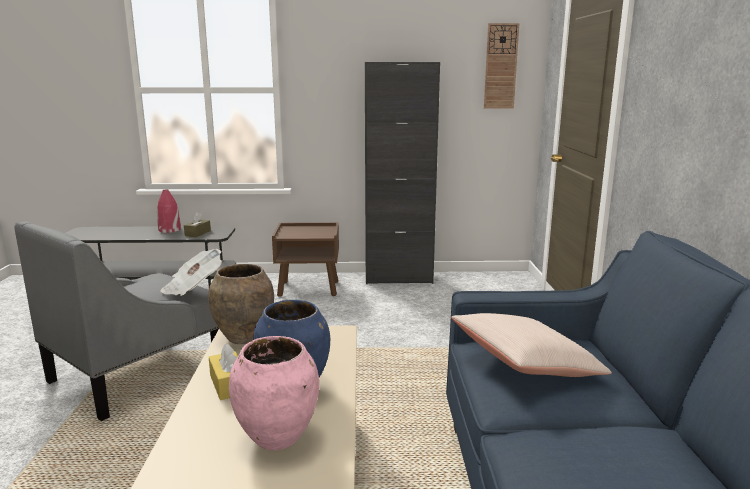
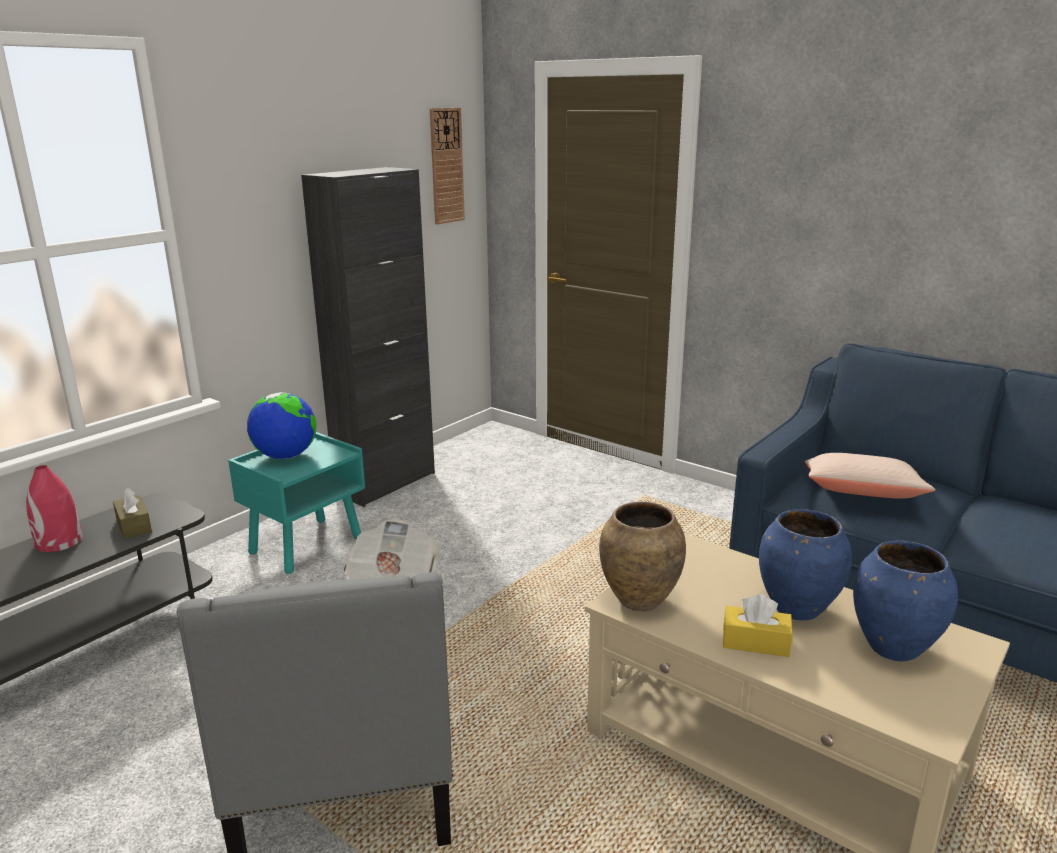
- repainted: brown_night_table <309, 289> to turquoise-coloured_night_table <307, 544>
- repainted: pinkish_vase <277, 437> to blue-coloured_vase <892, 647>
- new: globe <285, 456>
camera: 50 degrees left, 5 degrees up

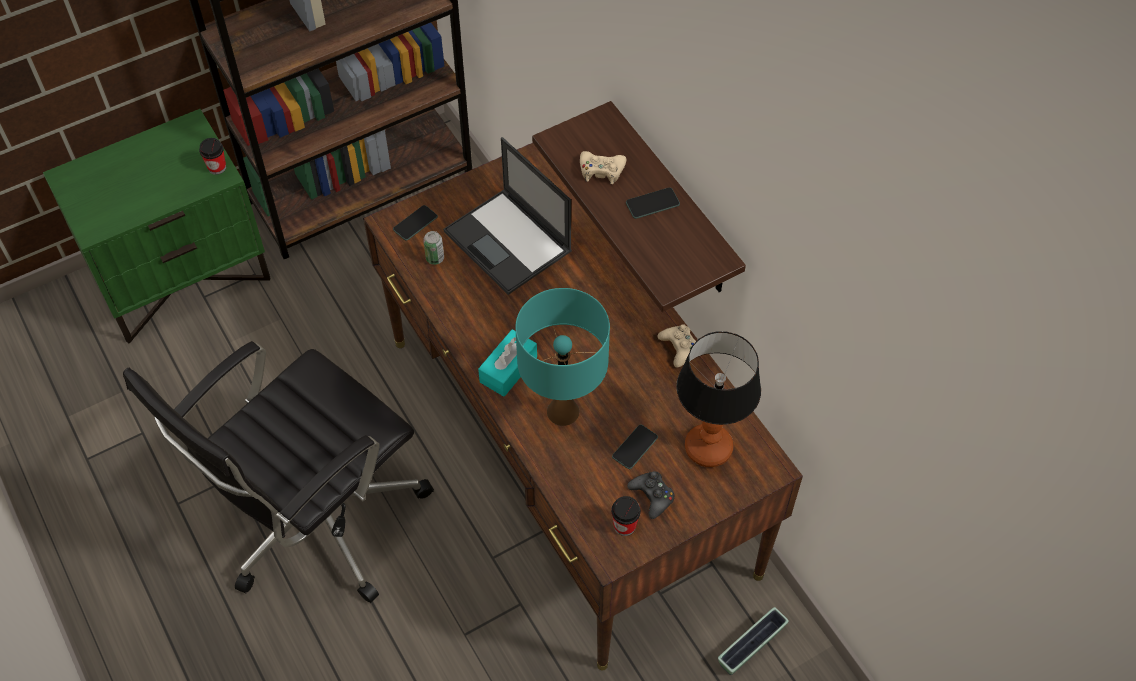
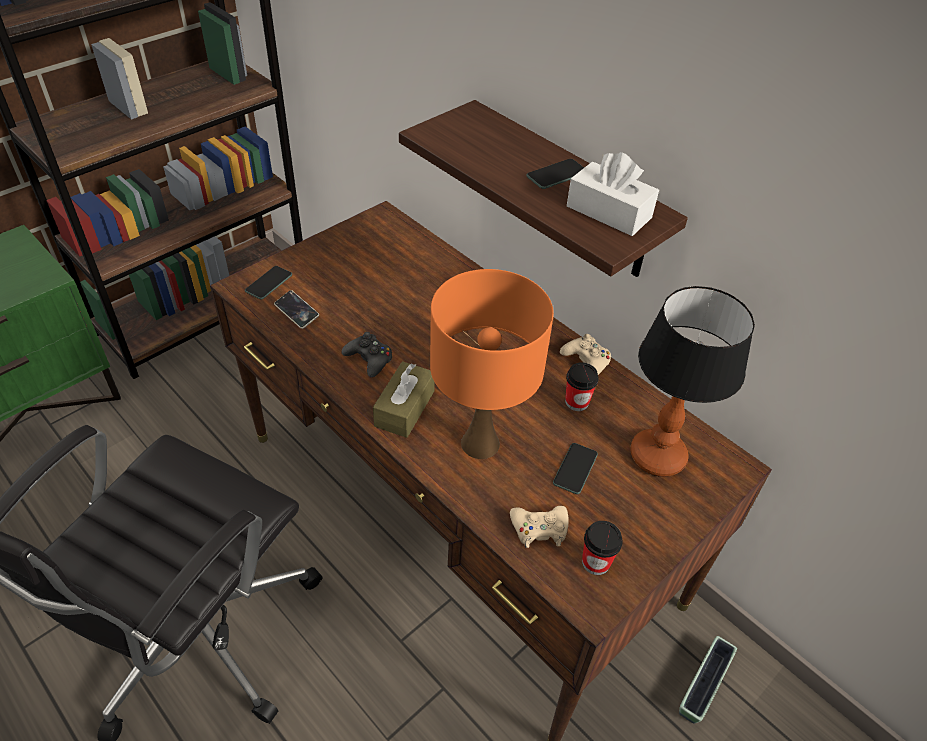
- gone: notebook_computer <509, 242>
- shifted: cup <217, 167> to <577, 402>
- shifted: beige-coloured_game_controller <601, 171> to <539, 529>
- swapped: sealed_can <435, 258> to telephone <296, 312>
- repainted: turquoise-coloured_tabletop_lamp <563, 411> to orangey_tabletop_lamp <480, 443>
- repainted: turquoise-coloured_tissue_holder <508, 369> to brown_tissue_holder <404, 408>
- shifted: black-coloured_game_controller <652, 496> to <369, 359>
- new: white-coloured_tissue_holder <608, 212>
camera: 15 degrees left, 10 degrees down

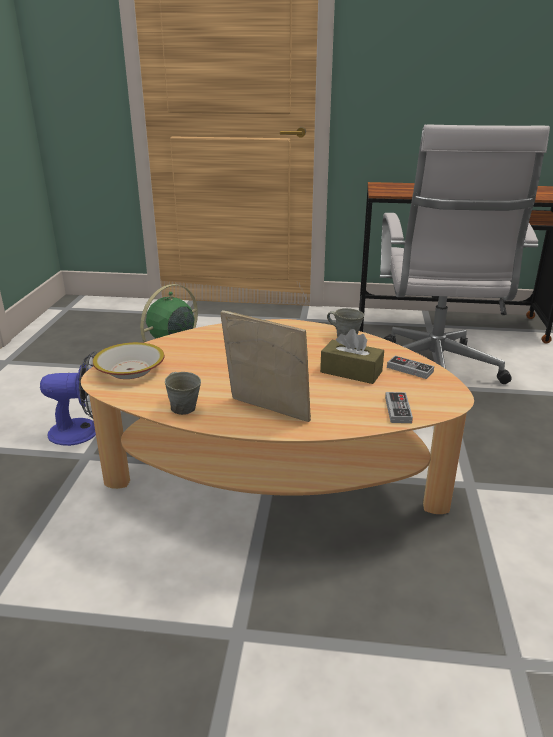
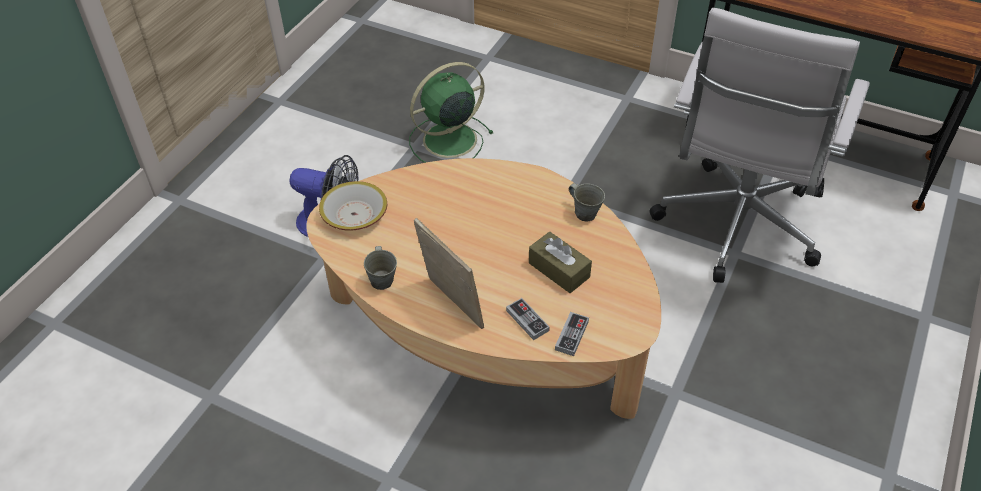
- shifted: game_controller <410, 369> to <527, 320>
camera: 20 degrees right, 20 degrees up

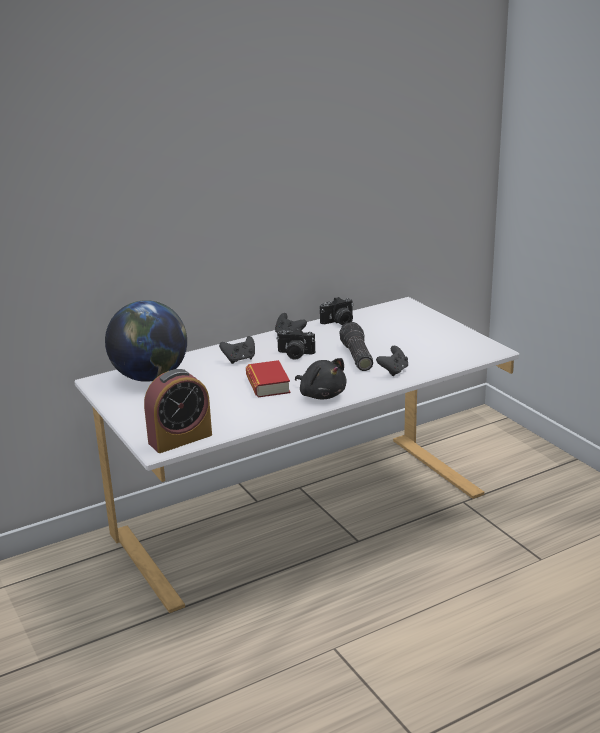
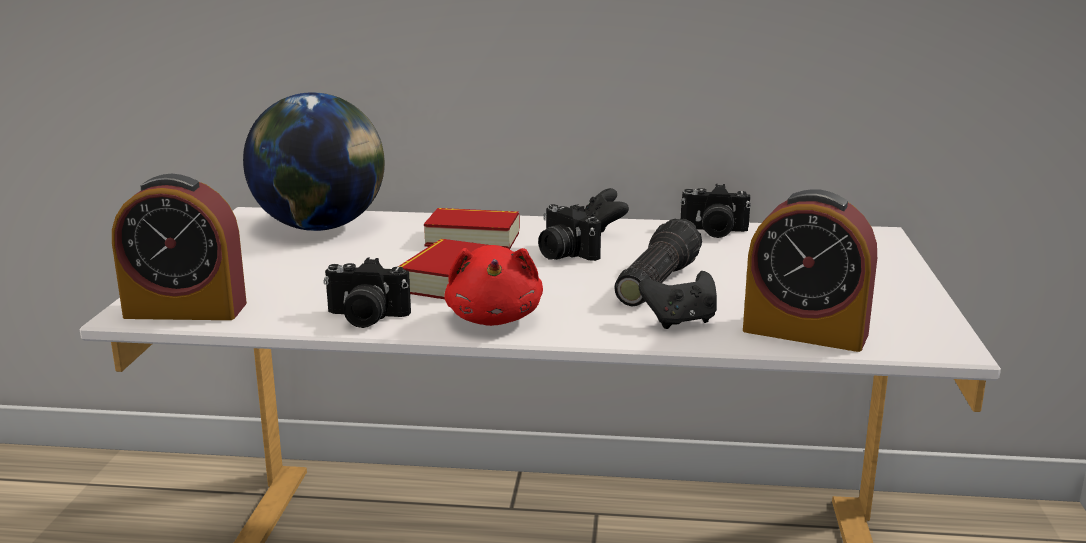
- swapped: black-coloured_game_controller <239, 359> to volume <473, 239>
- repainted: black-coloured_cuddly_toy <321, 395> to reddish_cuddly_toy <494, 318>
- new: table_clock <805, 332>
- new: still_camera <365, 318>
camera: 35 degrees right, 5 degrees down

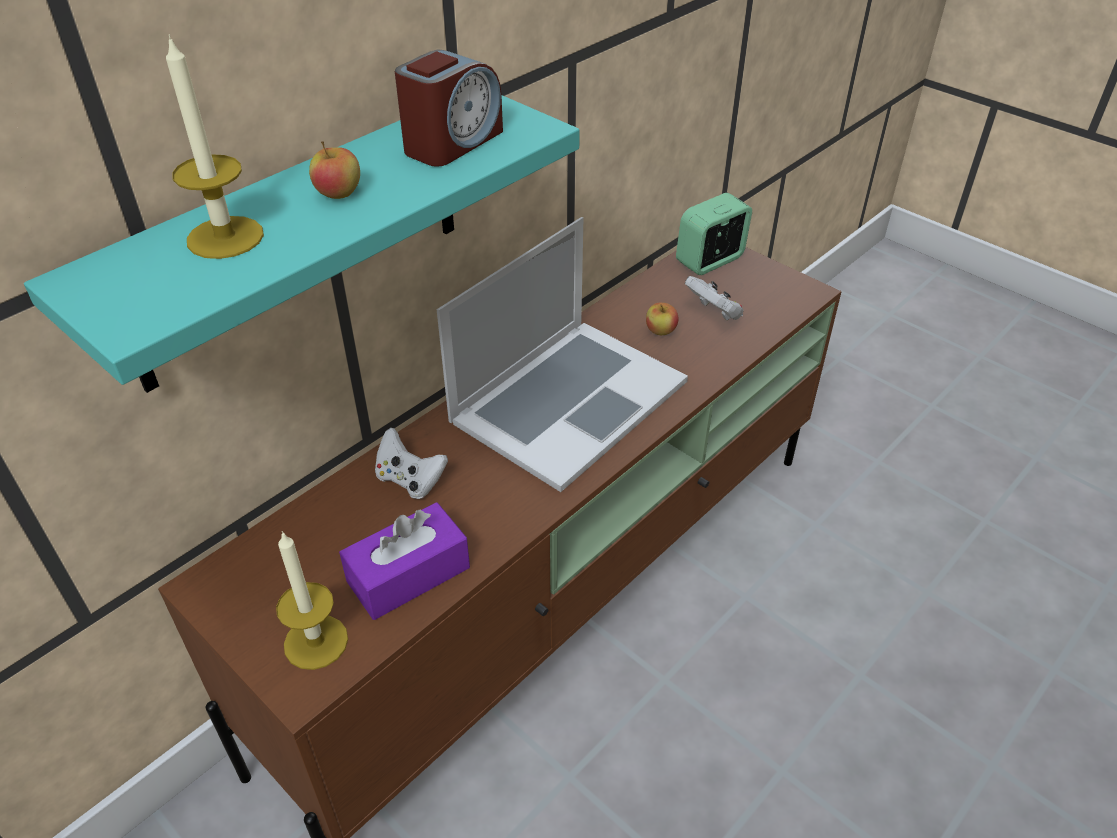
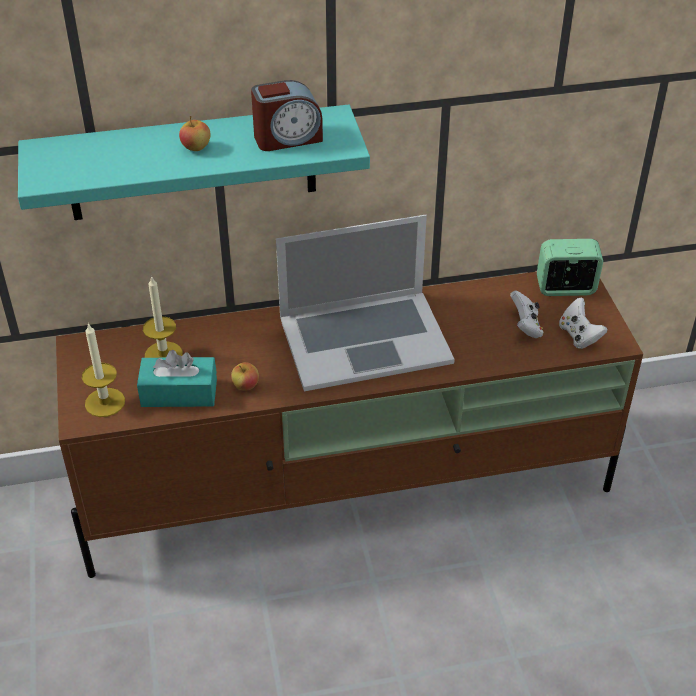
- shifted: wax_candle <225, 237> to <163, 355>
- shifted: apple <660, 331> to <245, 386>
- shifted: white-coloured_game_controller <410, 480> to <579, 336>
- repainted: purplish_tissue_holder <408, 574> to turquoise-coloured_tissue_holder <179, 393>
camera: 35 degrees right, 0 degrees up

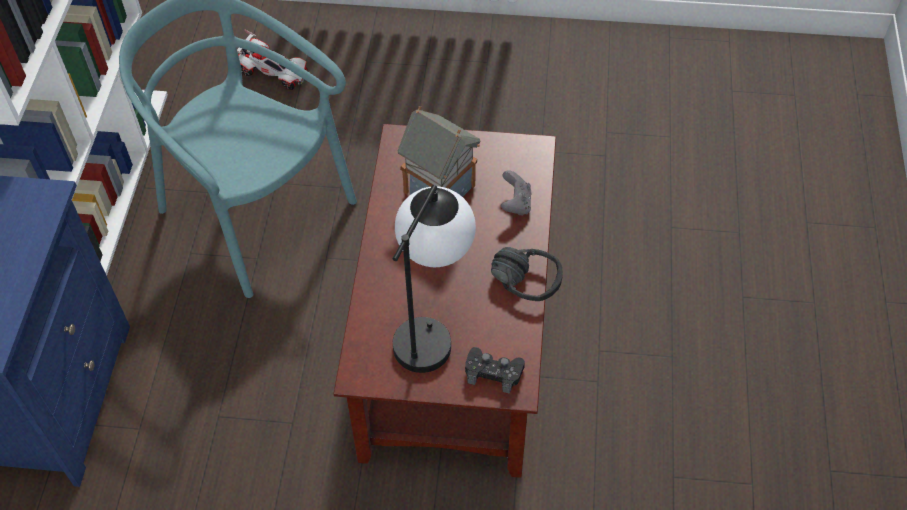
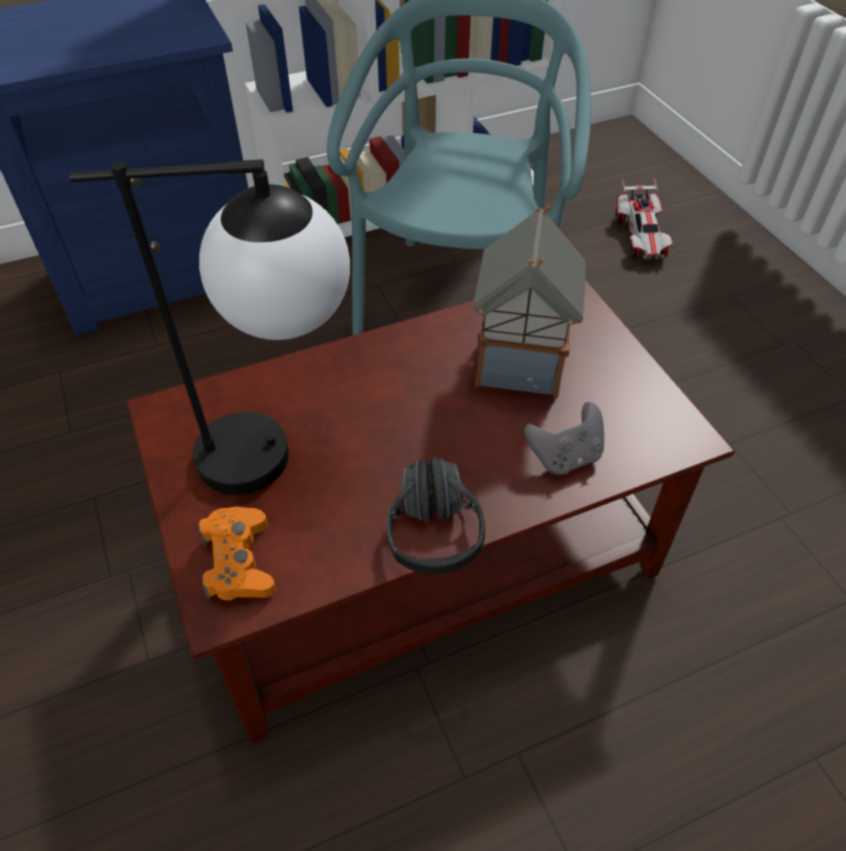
- repainted: black-coloured_game_controller <493, 372> to orangey_game_controller <239, 562>
camera: 60 degrees right, 5 degrees down

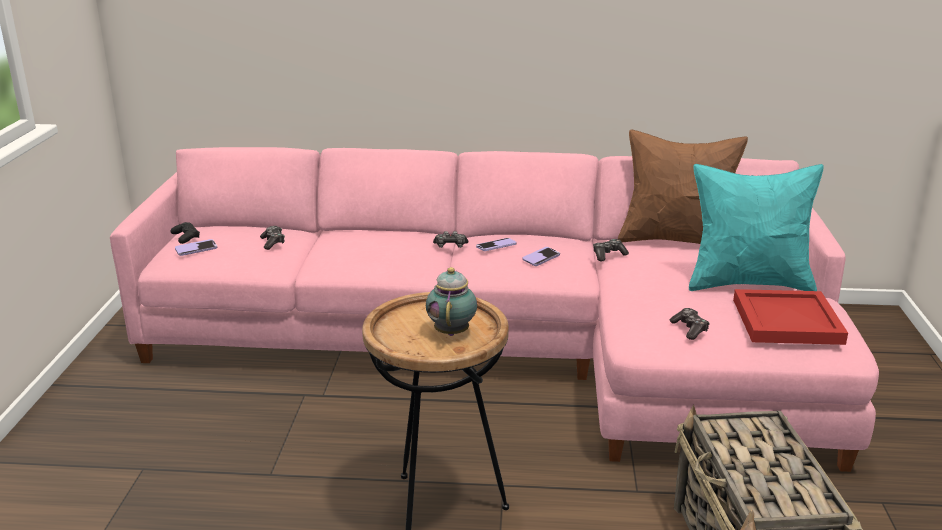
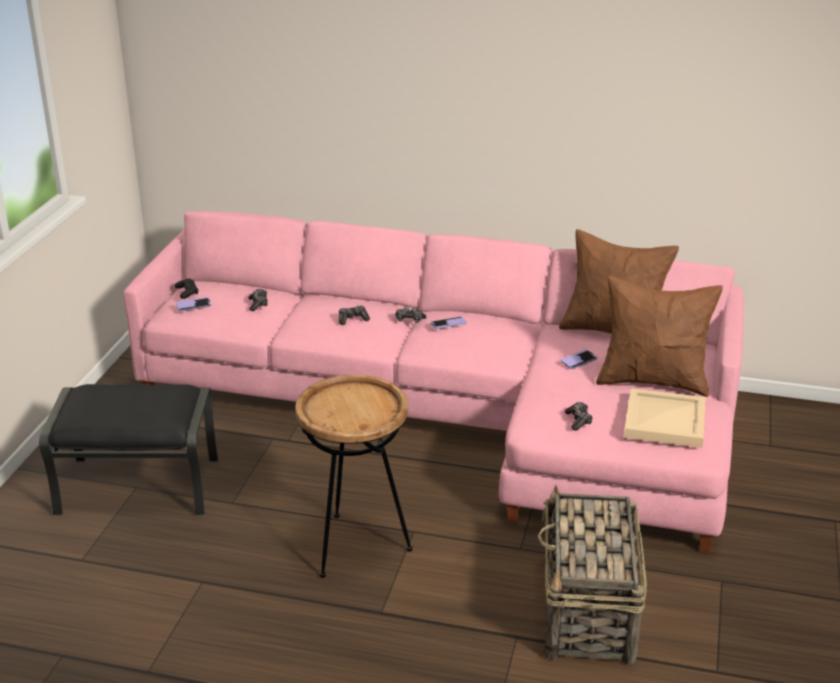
- repainted: turquoise-coloured_throw_pillow <747, 283> to brown_throw_pillow <653, 381>
- shifted: game_controller <608, 255> to <352, 319>
- shifted: telephone <541, 258> to <579, 360>
- gone: tea_pot <452, 331>
- repainted: reddish_tray <788, 320> to beige-coloured_tray <666, 421>
- new: black-coloured_ottoman <136, 487>
camera: 10 degrees right, 5 degrees up

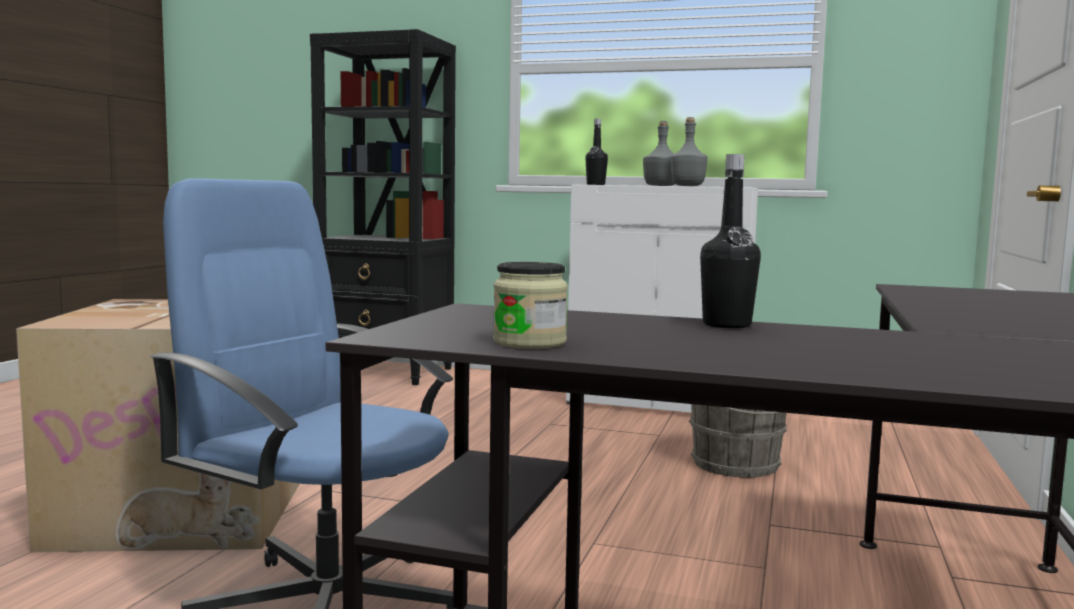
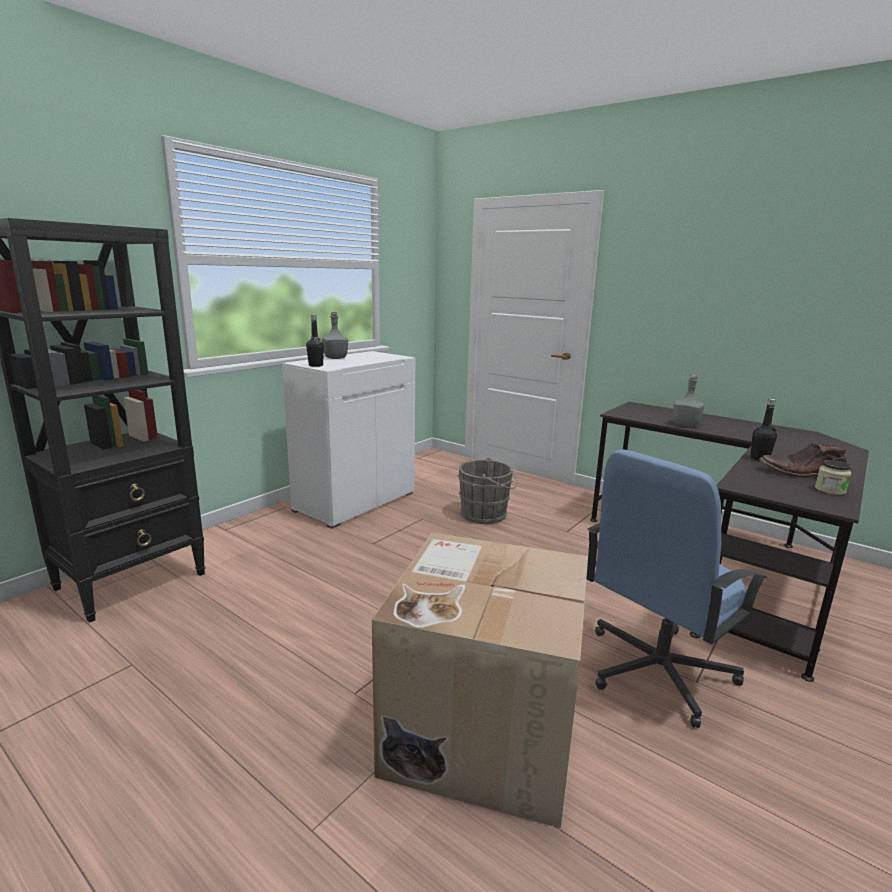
- shifted: gray_drink_bottle <687, 186> to <685, 425>
- new: brown_boot <801, 473>
camera: 70 degrees left, 10 degrees up

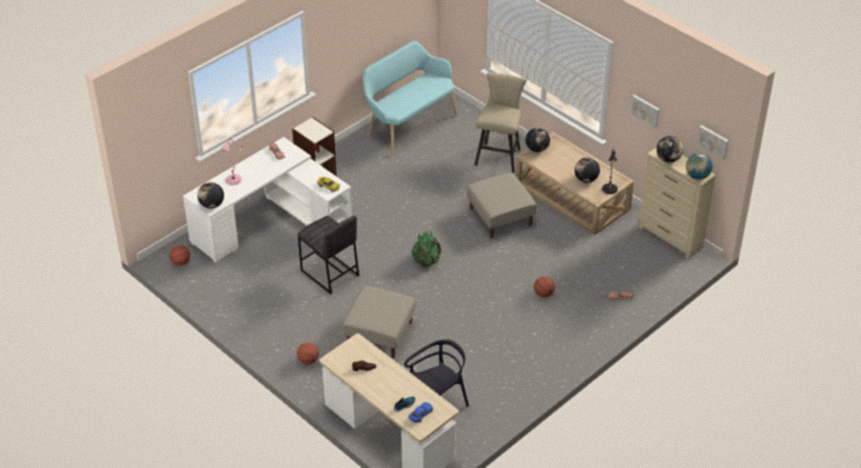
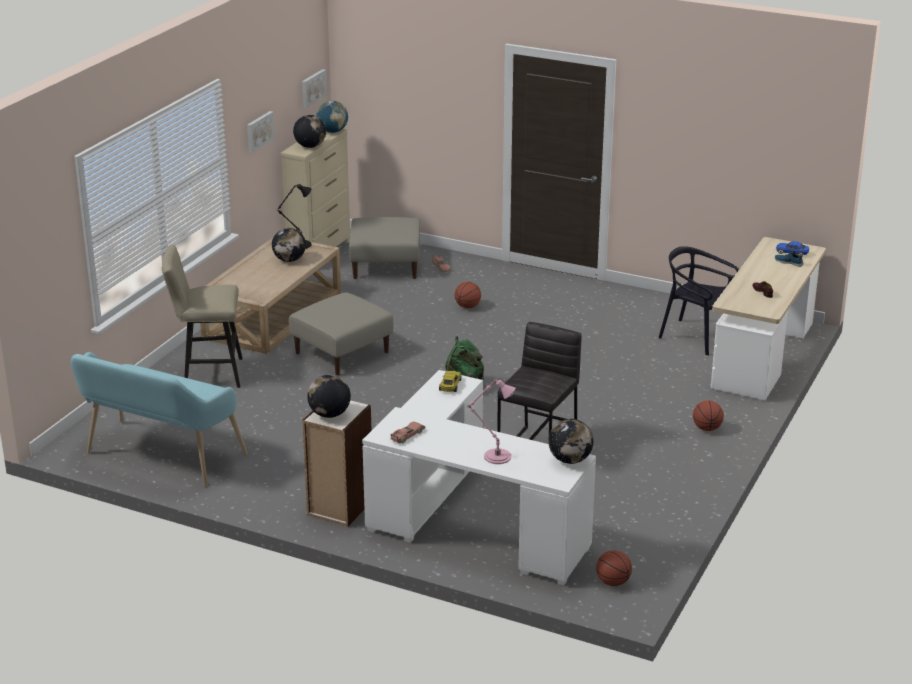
- shifted: globe <537, 149> to <329, 414>
- shifted: beige-coloured_ottoman <380, 334> to <386, 266>
camera: 110 degrees left, 15 degrees down

